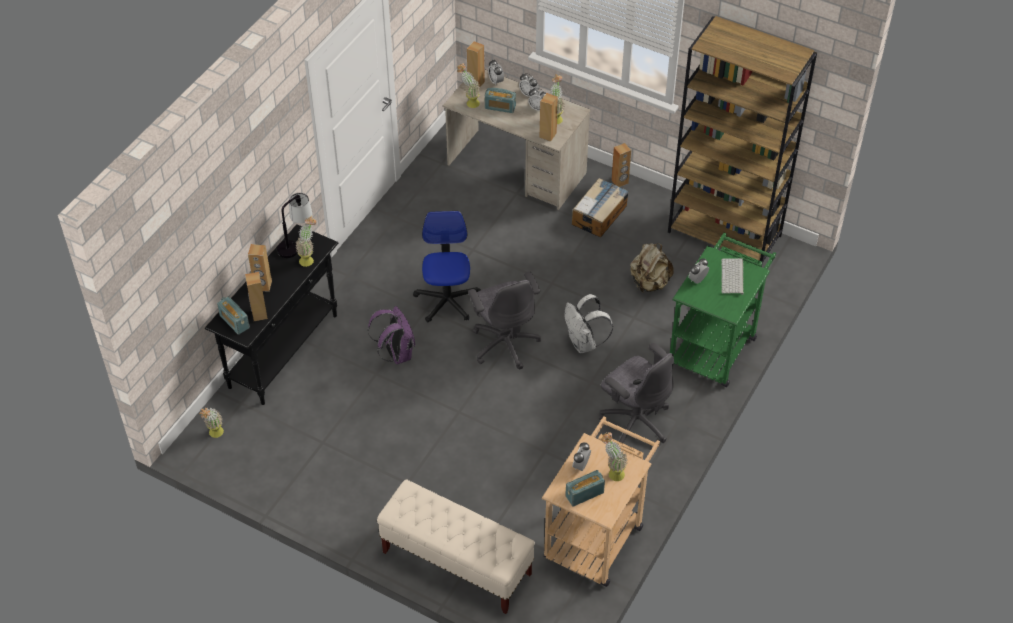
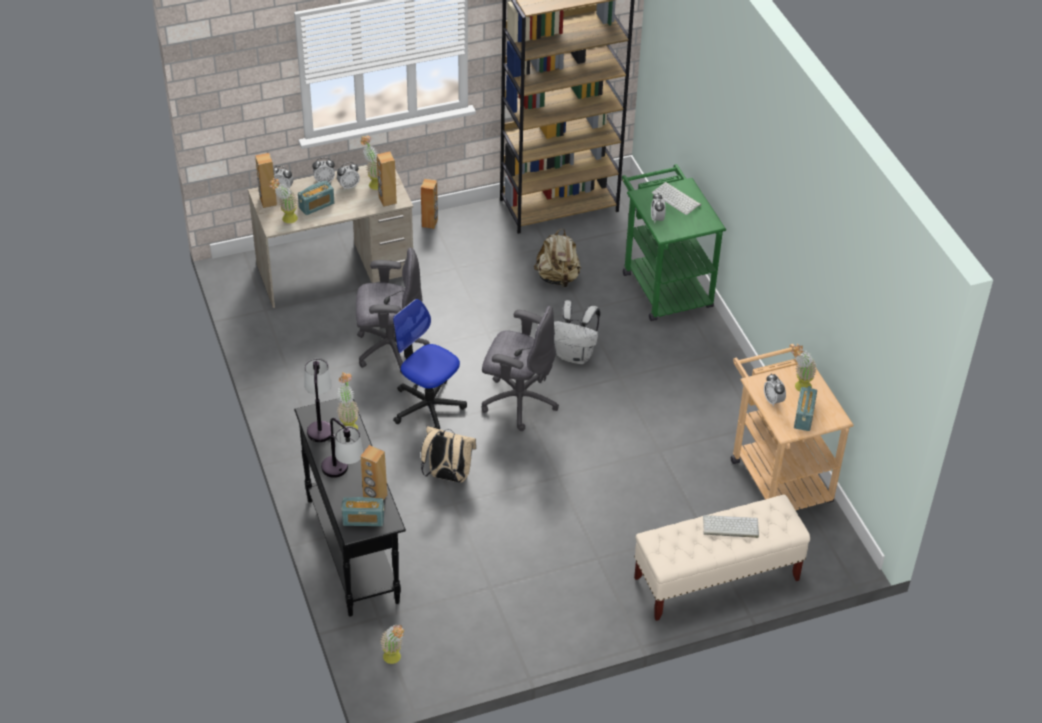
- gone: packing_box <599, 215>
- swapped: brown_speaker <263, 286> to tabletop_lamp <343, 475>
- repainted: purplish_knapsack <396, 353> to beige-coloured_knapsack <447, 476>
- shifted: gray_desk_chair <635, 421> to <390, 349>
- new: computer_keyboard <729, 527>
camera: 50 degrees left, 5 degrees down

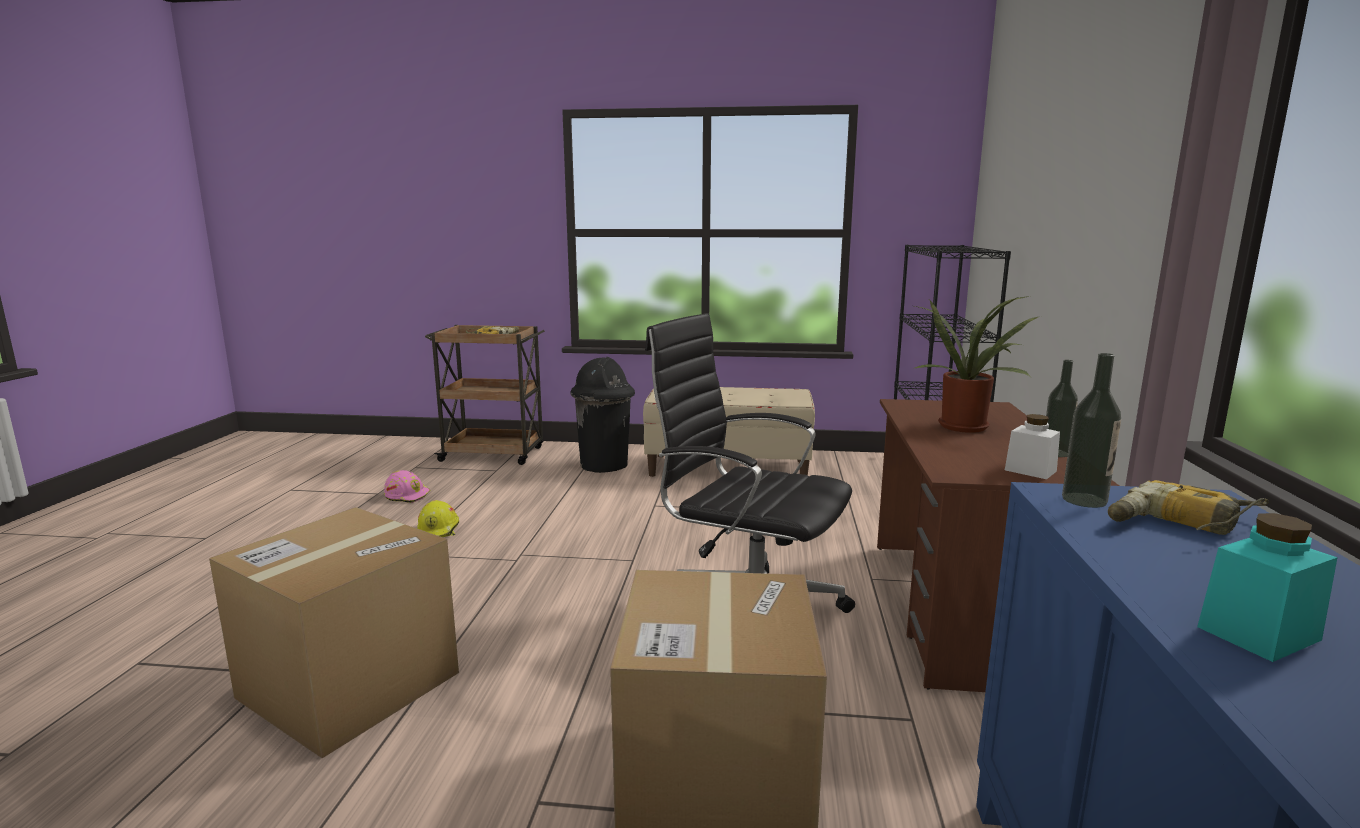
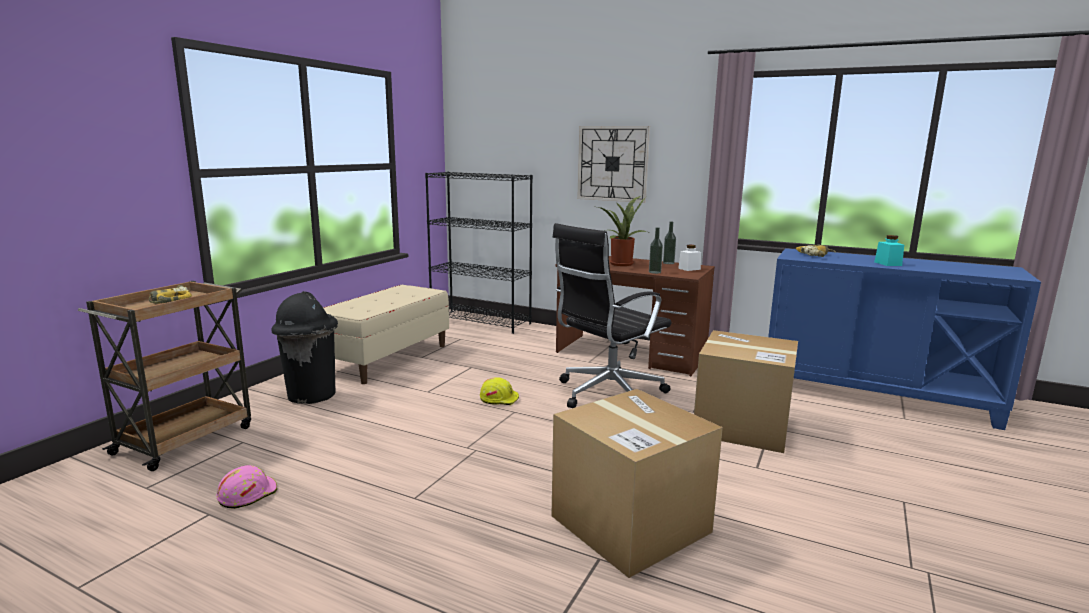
- shifted: drink_bottle <1084, 500> to <654, 272>
- shifted: yellow-coloured_safety_helmet <438, 531> to <499, 399>
- new: clock_on_the_wall <612, 163>
camera: 70 degrees left, 0 degrees up

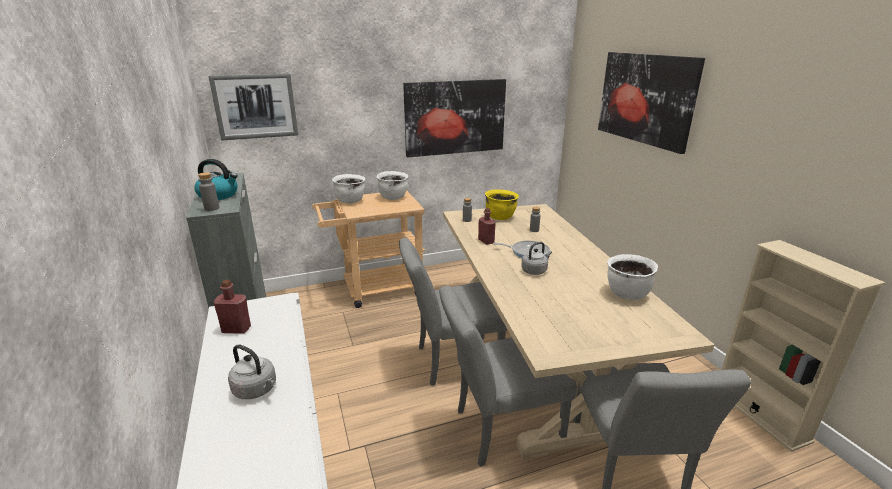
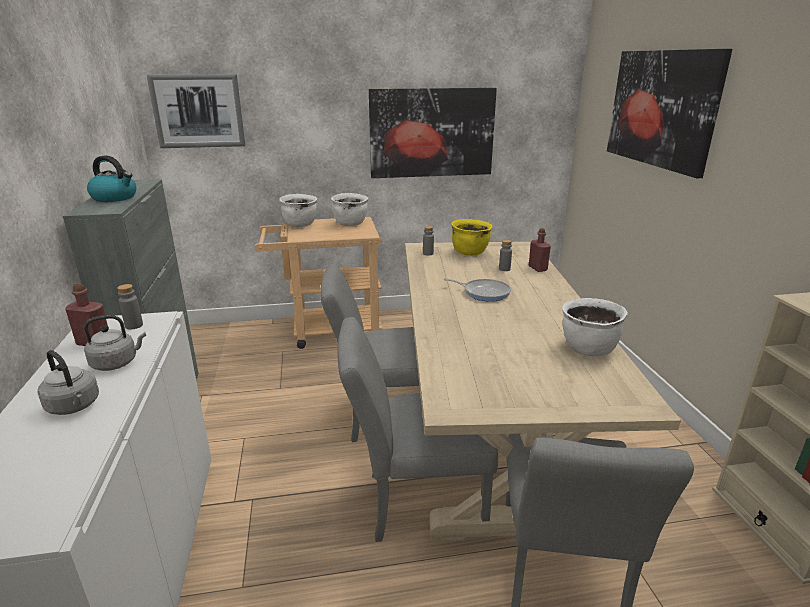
- shifted: gray_drink_bottle <212, 208> to <134, 325>
- shifted: reddish_drink_bottle <486, 241> to <537, 268>
- shifted: gray_tea_kettle <535, 270> to <117, 363>
camera: 10 degrees right, 0 degrees up

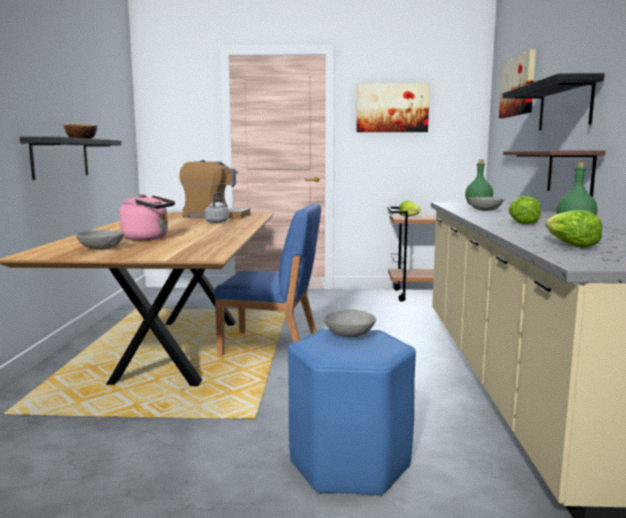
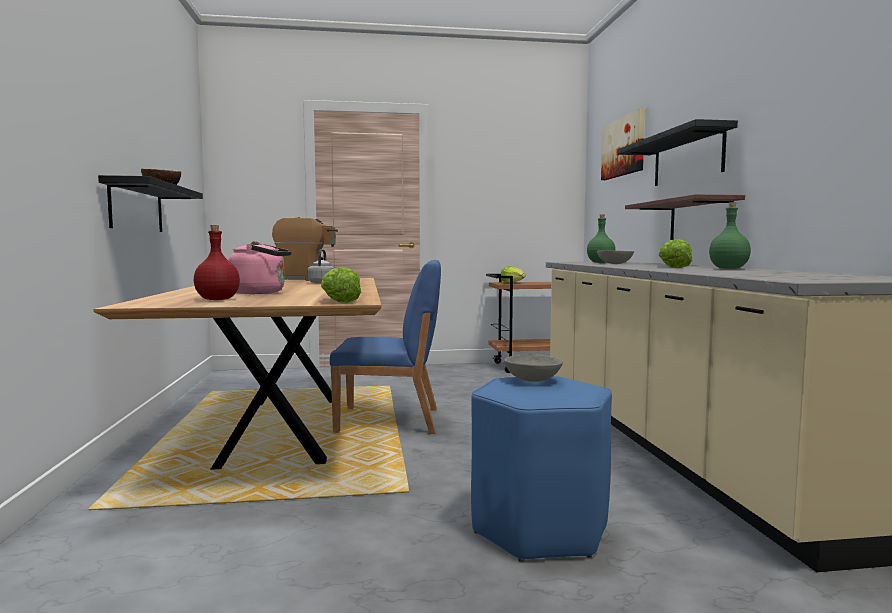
- gone: picture <392, 108>
- shifted: lettuce_head <569, 245> to <338, 301>
- swapped: gray_serving_bowl <101, 248> to reddish_drink_bottle <217, 299>
camera: 10 degrees left, 5 degrees down

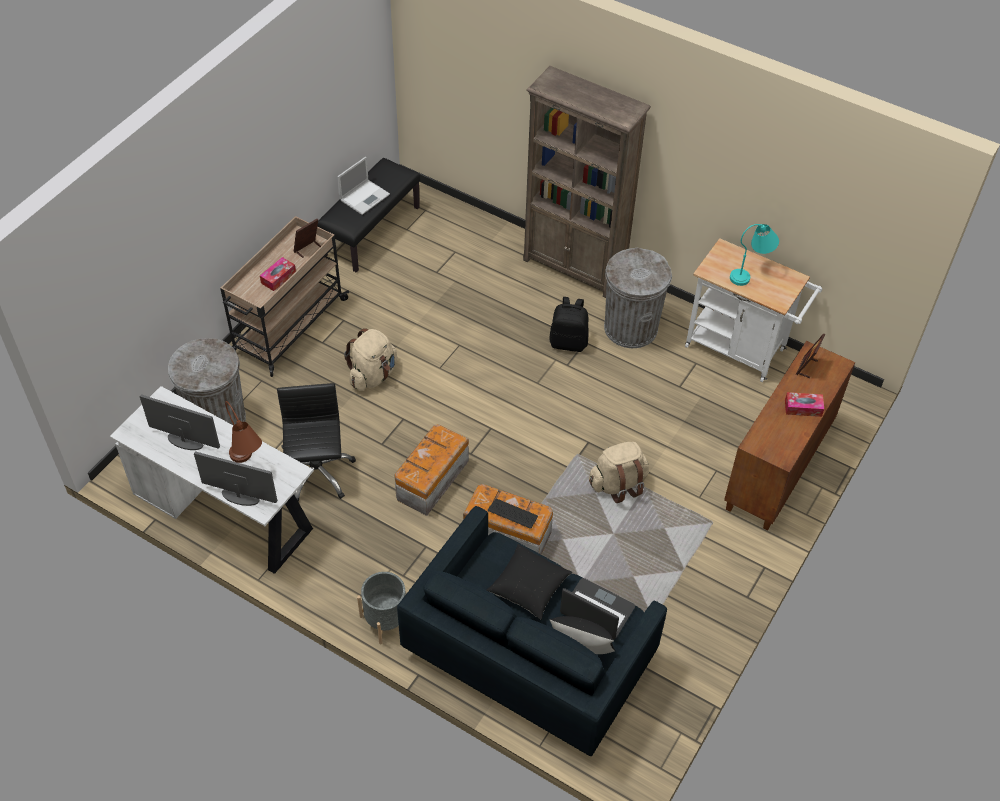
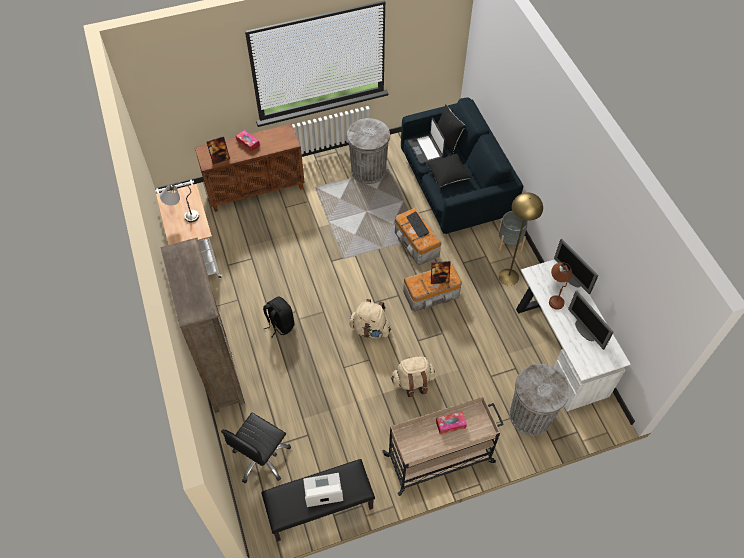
- shifted: photo_frame <307, 249> to <439, 279>
- repainted: turquoise-coloured_tabletop_lamp <751, 273> to gray_tabletop_lamp <182, 215>
- shifted: gray_rubbish_bin <630, 328> to <368, 171>
- shifted: black-coloured_desk_chair <317, 473> to <262, 458>
- shifted: beige-coloured_knapsack <618, 484> to <370, 329>
- new: yellow-coloured_floor_lamp <509, 277>
camera: 140 degrees left, 5 degrees up

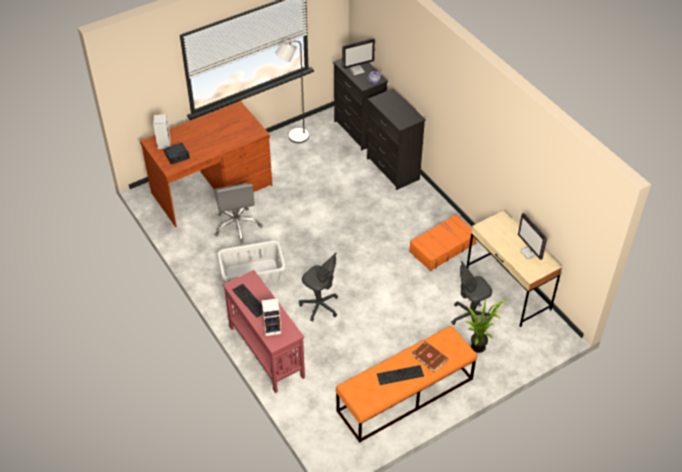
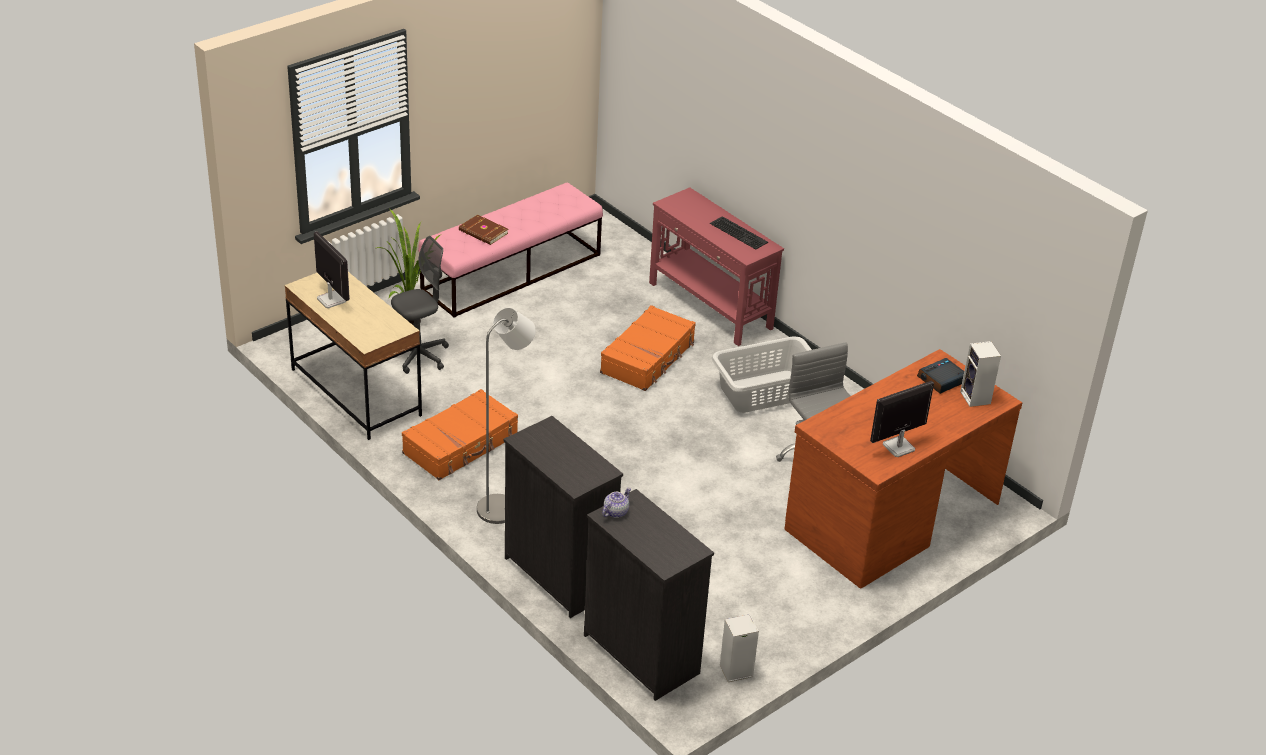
- shifted: computer_display <357, 70> to <898, 447>
- shifted: gray_floor_lamp <295, 137> to <504, 506>
- swapped: gray_desk_chair <320, 306> to orangey_suitcase <648, 358>
- shifted: speaker <273, 328> to <735, 671>
- repainted: orangey_long_seat <405, 395> to pinkish_long_seat <512, 272>
- gone: computer_keyboard <400, 376>
camera: 170 degrees right, 10 degrees down

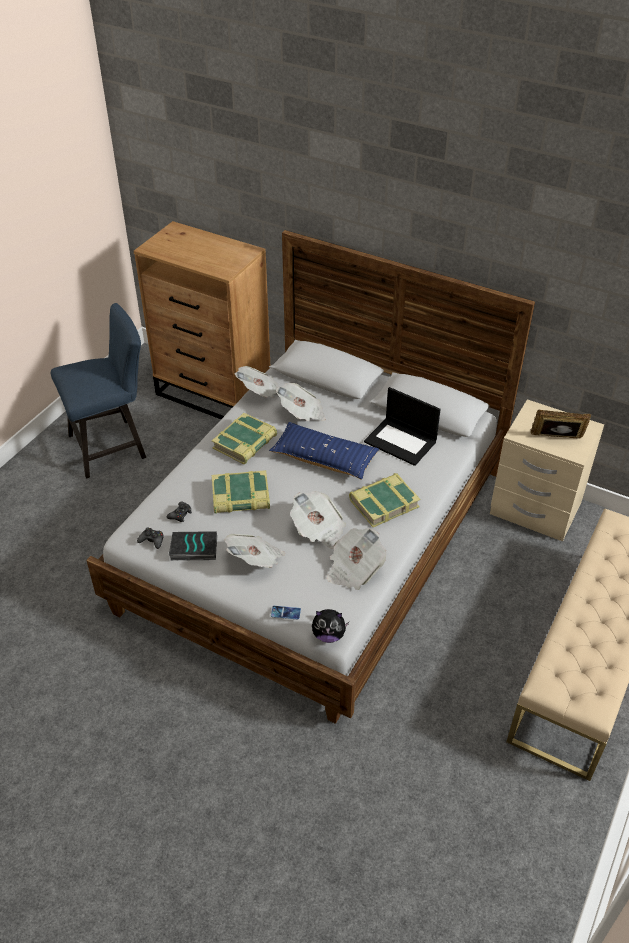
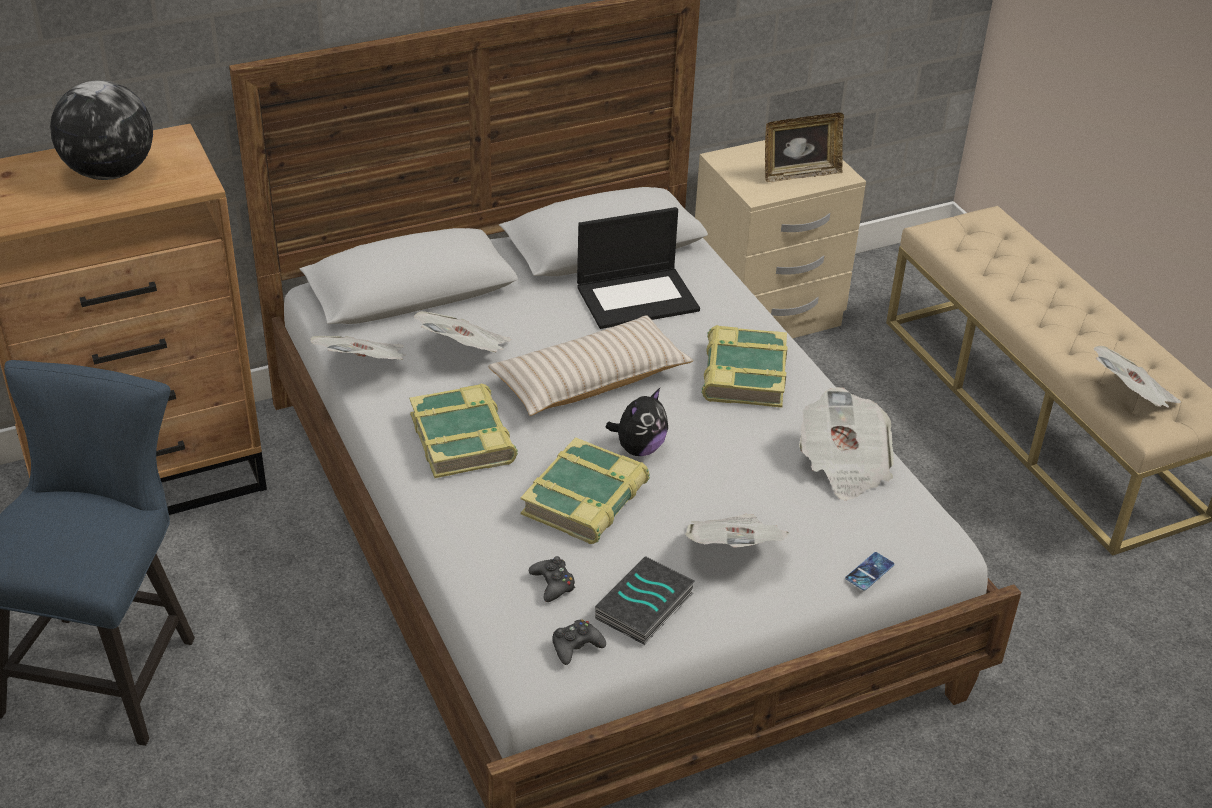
- rotated: photo_frame <556, 439> = <800, 174> 150 degrees counterclockwise
- repainted: blue-coloured_throw_pillow <324, 458> to beige-coloured_throw_pillow <590, 381>
- shifted: newspaper <318, 530> to <1131, 398>
- shifted: cuddly_toy <328, 635> to <639, 448>
- new: globe <109, 172>
camera: 55 degrees left, 5 degrees down

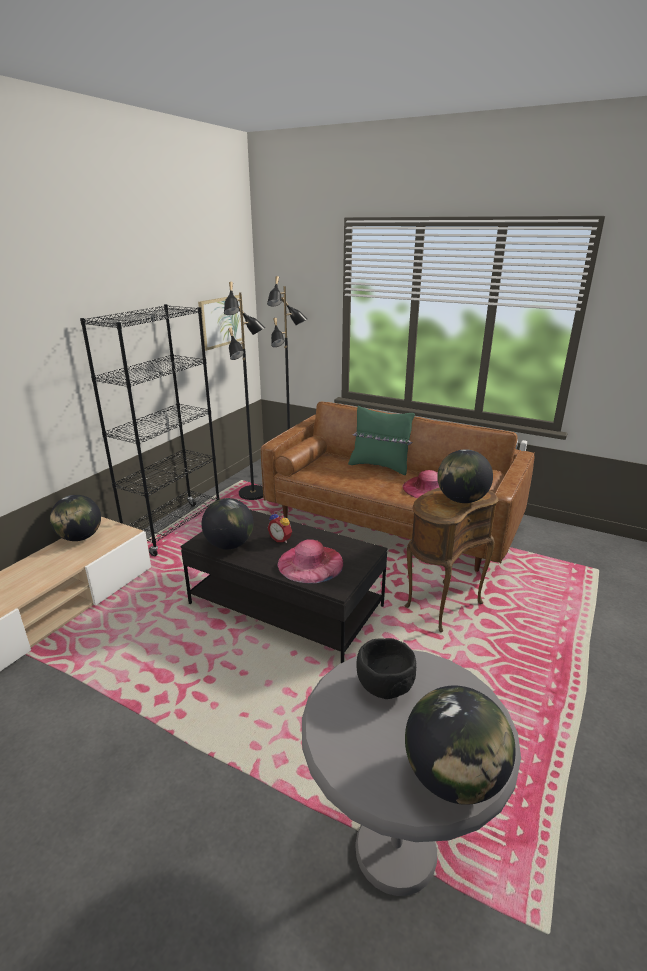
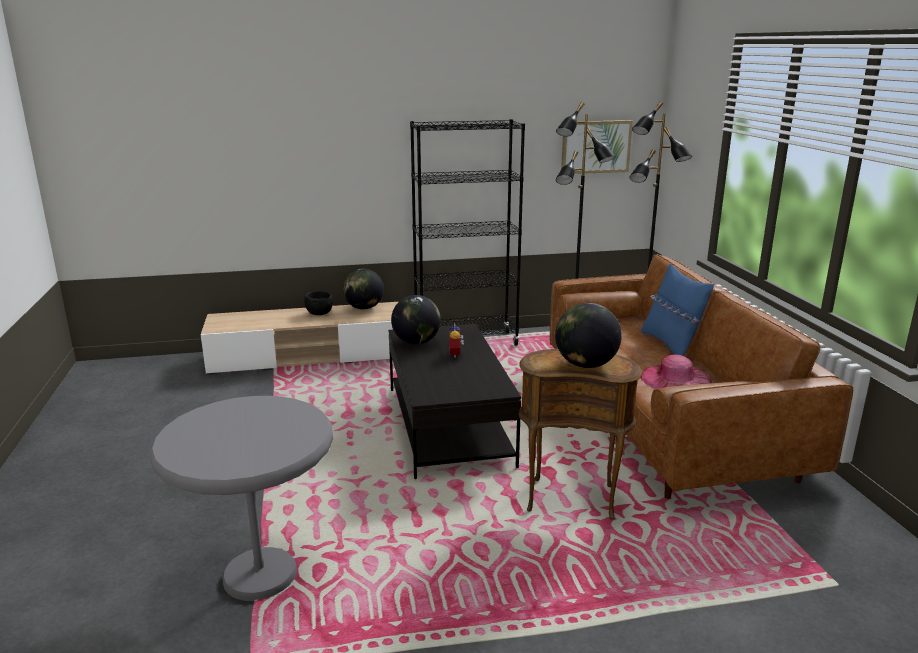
- repainted: green_throw_pillow <380, 466> to blue-coloured_throw_pillow <671, 345>
- gone: pinkish_clothing_hat <310, 563>
- shifted: black-coloured_serving_bowl <384, 688> to <318, 313>
- gone: globe <453, 777>
camera: 50 degrees right, 5 degrees down

